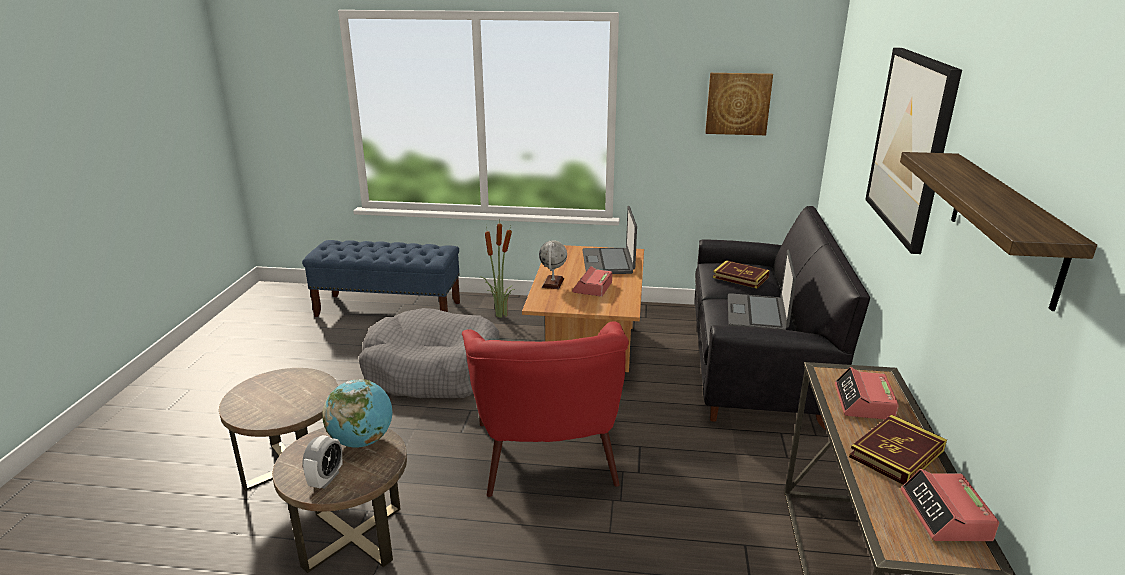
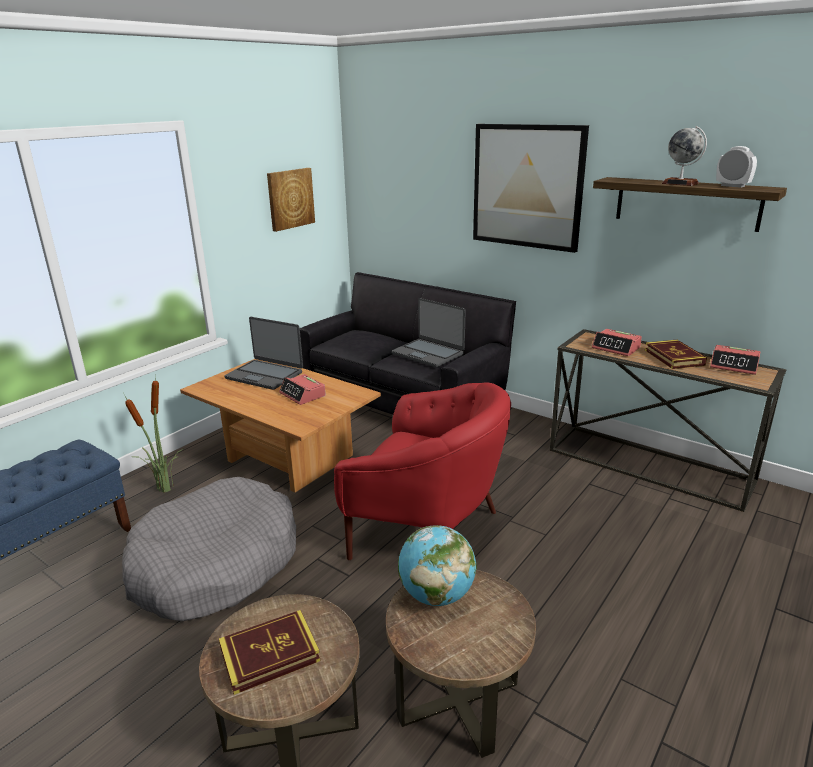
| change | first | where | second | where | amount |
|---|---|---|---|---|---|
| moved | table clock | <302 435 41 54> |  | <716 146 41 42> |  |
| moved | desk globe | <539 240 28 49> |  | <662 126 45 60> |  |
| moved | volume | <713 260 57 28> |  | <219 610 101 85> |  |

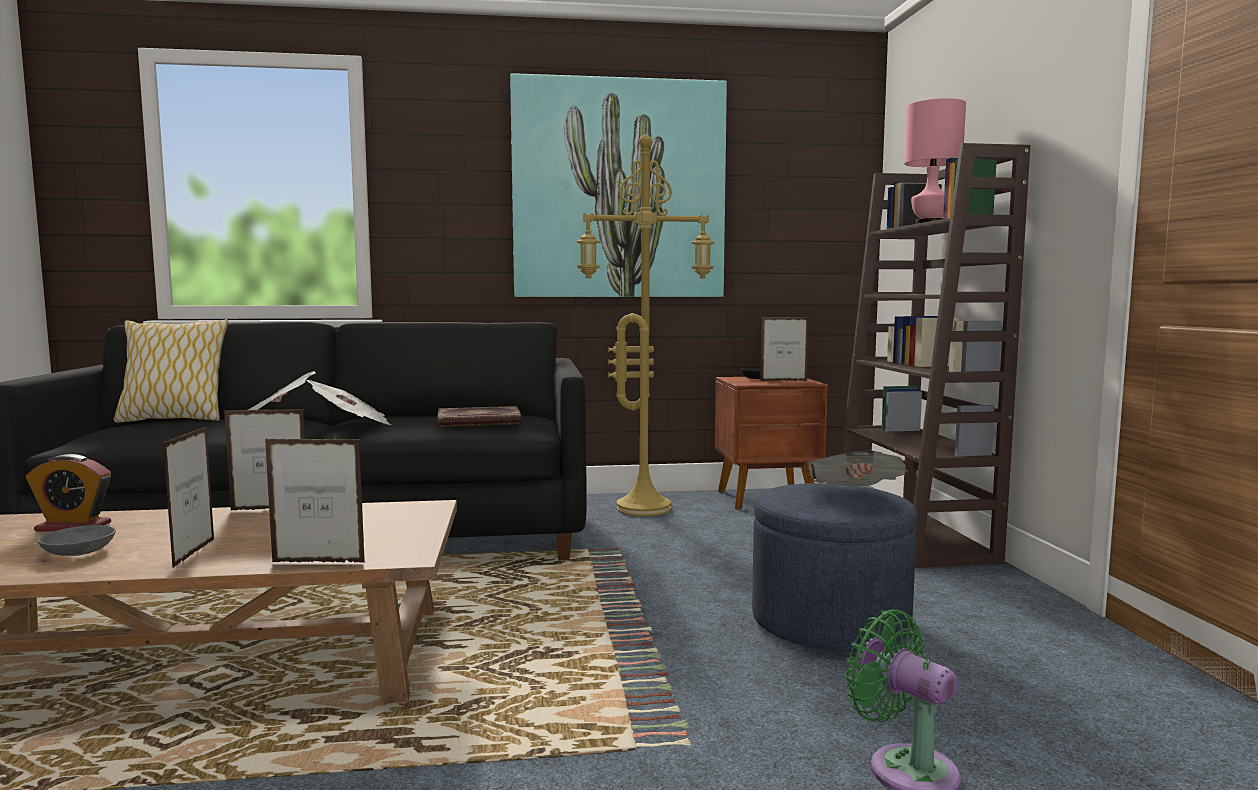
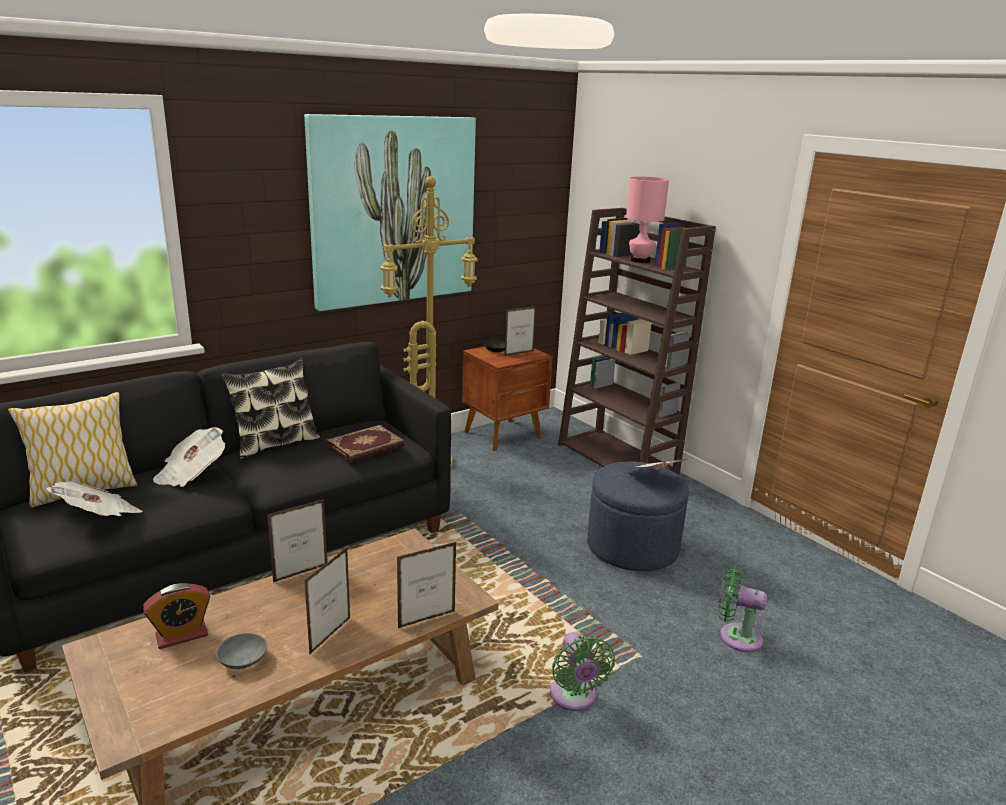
| change | first | where | second | where | amount |
|---|---|---|---|---|---|
| added |  |  | throw pillow | <221 358 99 102> |  |
| added |  |  | greenish electric fan | <550 632 65 79> |  |
| moved | daily paper | <306 380 85 45> |  | <46 481 96 35> |  |
| turned | standing frame | <163 427 51 141> |  | <304 548 46 106> | 120 degrees counterclockwise |

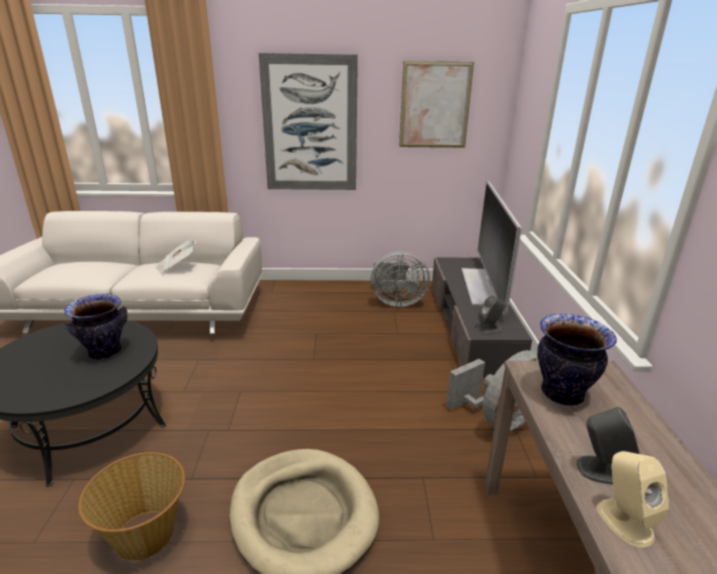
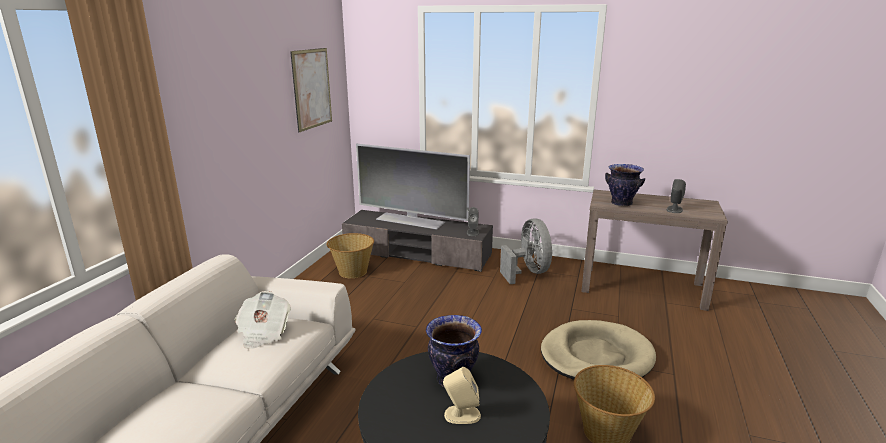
| change | first | where | second | where | amount |
|---|---|---|---|---|---|
| removed | wall art | <259 53 99 137> |  |  |  |
| moved | beige loudspeaker | <597 451 72 97> |  | <443 367 38 57> |  |
| replaced | grey electric fan | <371 251 59 56> | household basket | <327 233 47 45> |  |

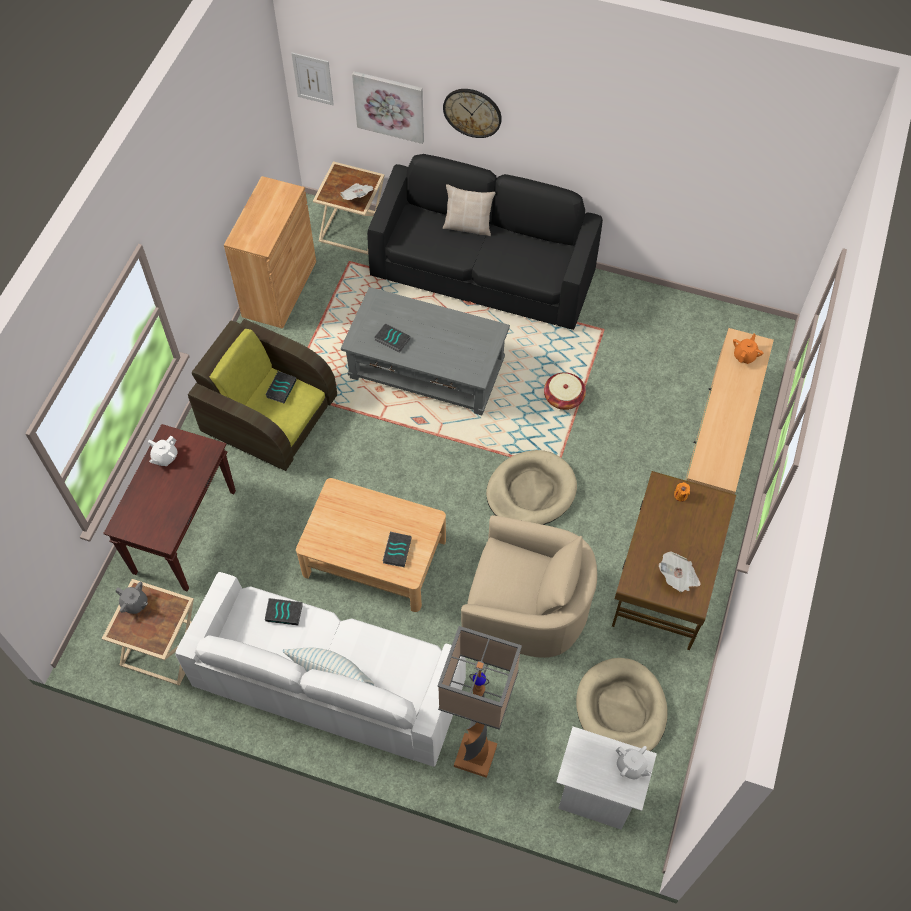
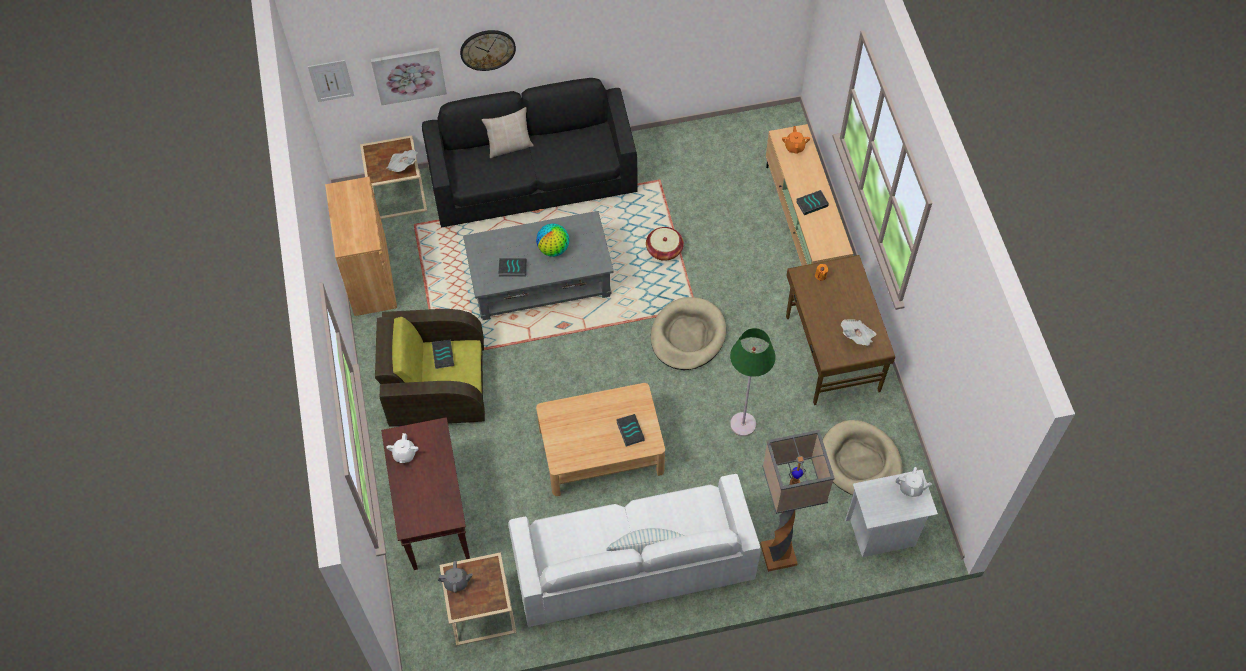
| change | first | where | second | where | amount |
|---|---|---|---|---|---|
| added |  |  | desk globe | <536 223 33 34> |  |
| moved | volume | <265 598 38 27> |  | <796 190 33 25> |  |
| replaced | beige lounge chair | <461 515 136 143> | greenish standard lamp | <730 328 46 108> |  |

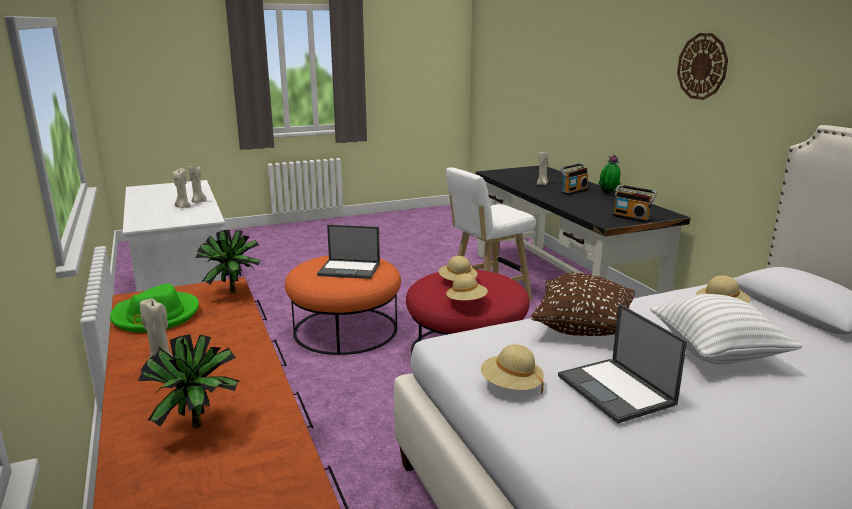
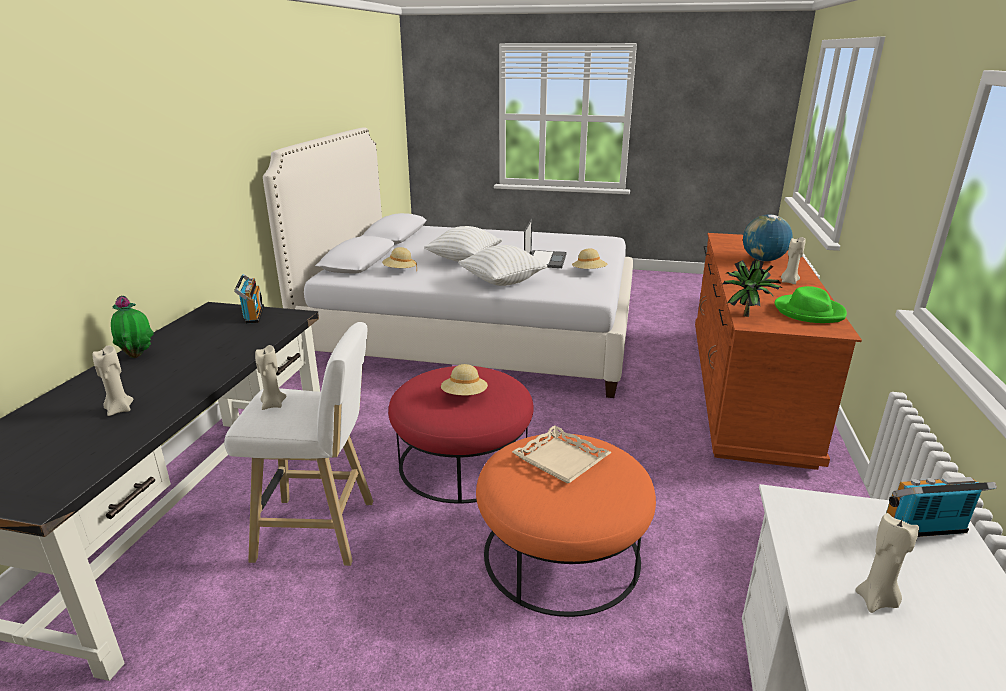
| change | first | where | second | where | amount |
|---|---|---|---|---|---|
| removed | beige wearable hat | <446 274 42 26> |  |  |  |
| removed | hanging clock | <677 33 51 67> |  |  |  |
| moved | beige wax candle | <188 166 19 37> |  | <255 345 31 65> |  |
| moved | radio receiver | <560 163 28 32> |  | <886 477 111 60> |  |
| replaced | potted plant | <138 335 102 93> | desk globe | <743 215 50 46> |  |
| replaced | laptop | <317 225 63 54> | beige carrying tray | <512 425 100 59> |  |
| recoloured | brown-coloured throw pillow | <531 273 104 63> | white throw pillow | <458 245 89 41> |  |

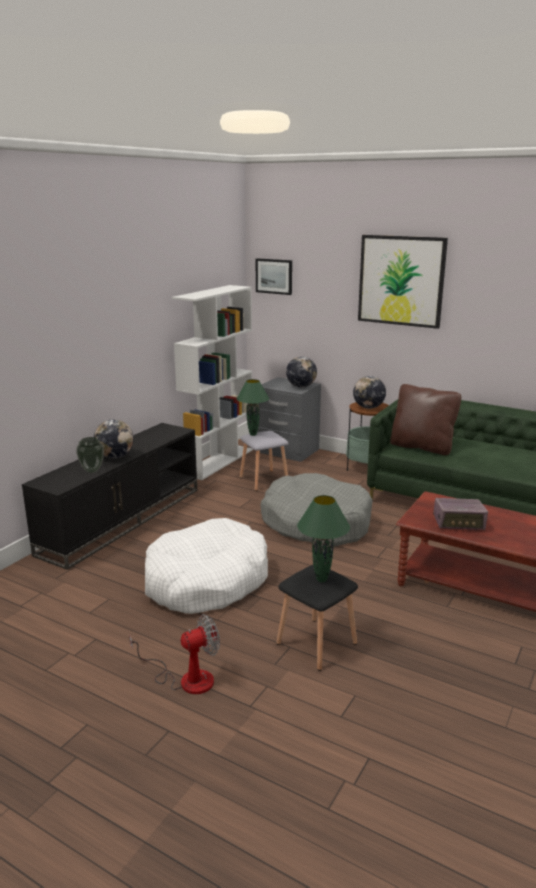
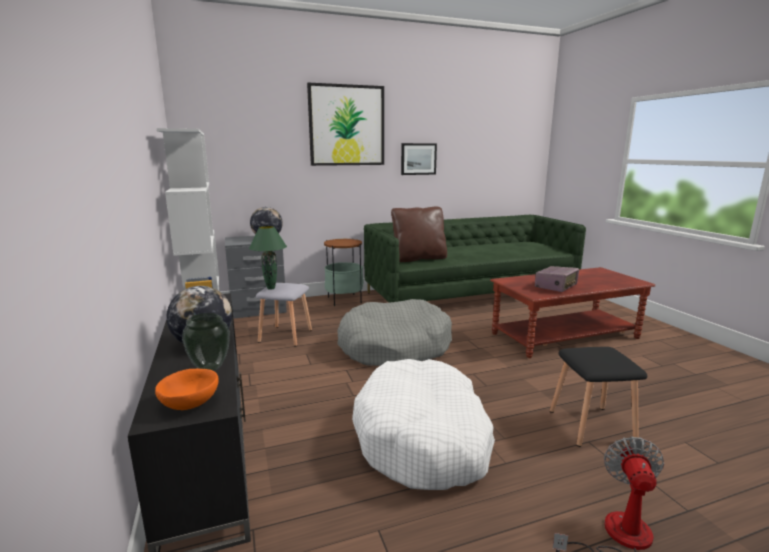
| change | first | where | second | where | amount |
|---|---|---|---|---|---|
| removed | greenish table lamp | <297 495 53 87> |  |  |  |
| removed | desk globe | <353 376 33 33> |  |  |  |
| added |  |  | orangey serving bowl | <155 369 64 41> |  |
| moved | wall art | <256 258 36 37> |  | <401 143 36 32> |  |

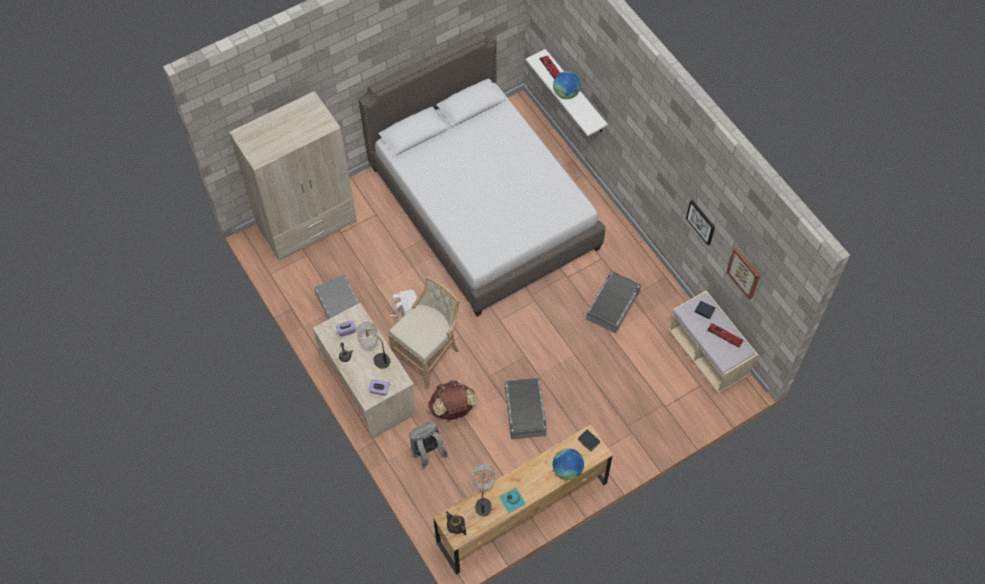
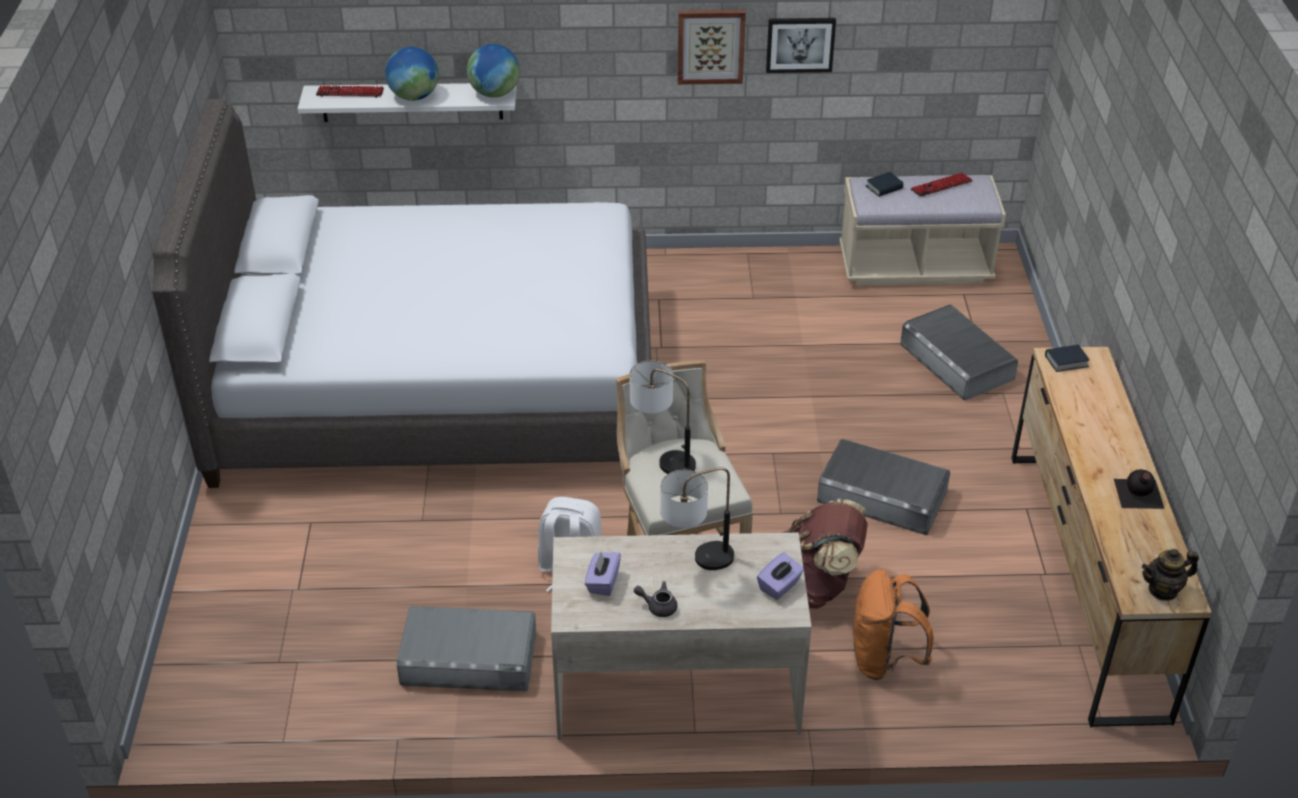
| change | first | where | second | where | amount |
|---|---|---|---|---|---|
| removed | beige clothes cupboard | <229 91 128 171> |  |  |  |
| moved | table lamp | <473 464 22 52> |  | <629 360 67 114> |  |
| moved | desk globe | <553 448 31 32> |  | <467 44 53 54> |  |
| moved | grey storage box | <586 272 55 61> |  | <900 304 118 97> |  |
| moved | wall art | <727 247 33 53> |  | <678 10 68 75> |  |
| recoloured | grey rucksack | <409 422 39 46> | orangey rucksack | <852 569 82 111> |  |
| recoloured | blue-green beverage bottle | <499 488 27 25> | black beverage bottle | <1114 469 50 40> |  |

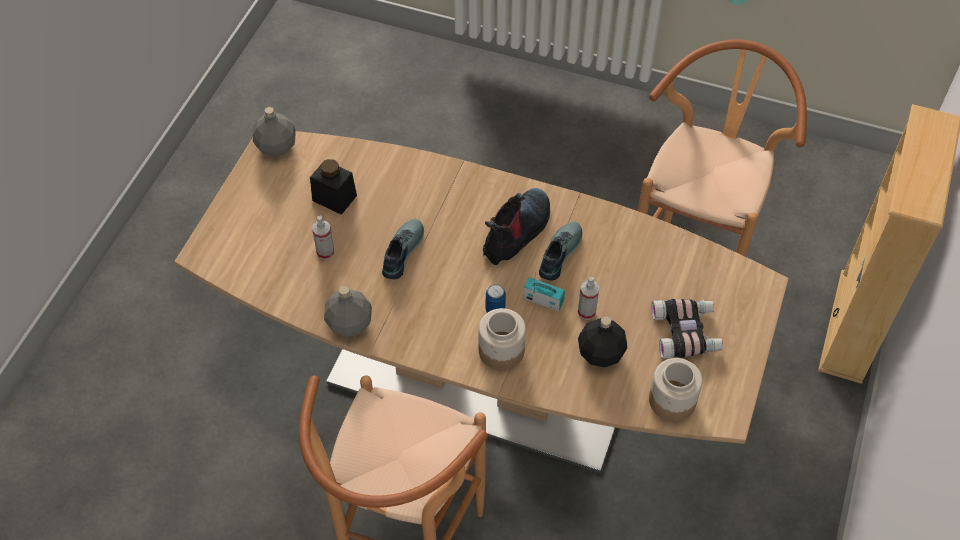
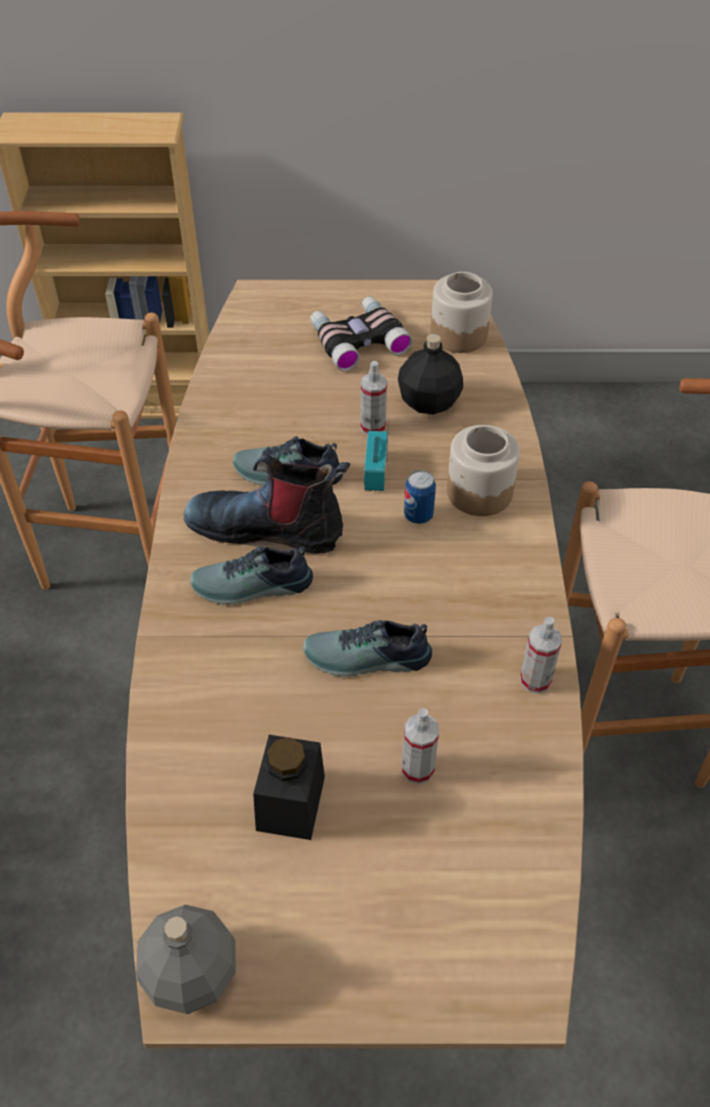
| change | first | where | second | where | amount |
|---|---|---|---|---|---|
| added |  |  | item of footwear | <190 547 123 58> |  |
| replaced | grey beverage bottle | <324 286 48 51> | hand sprayer | <520 617 42 77> |  |

